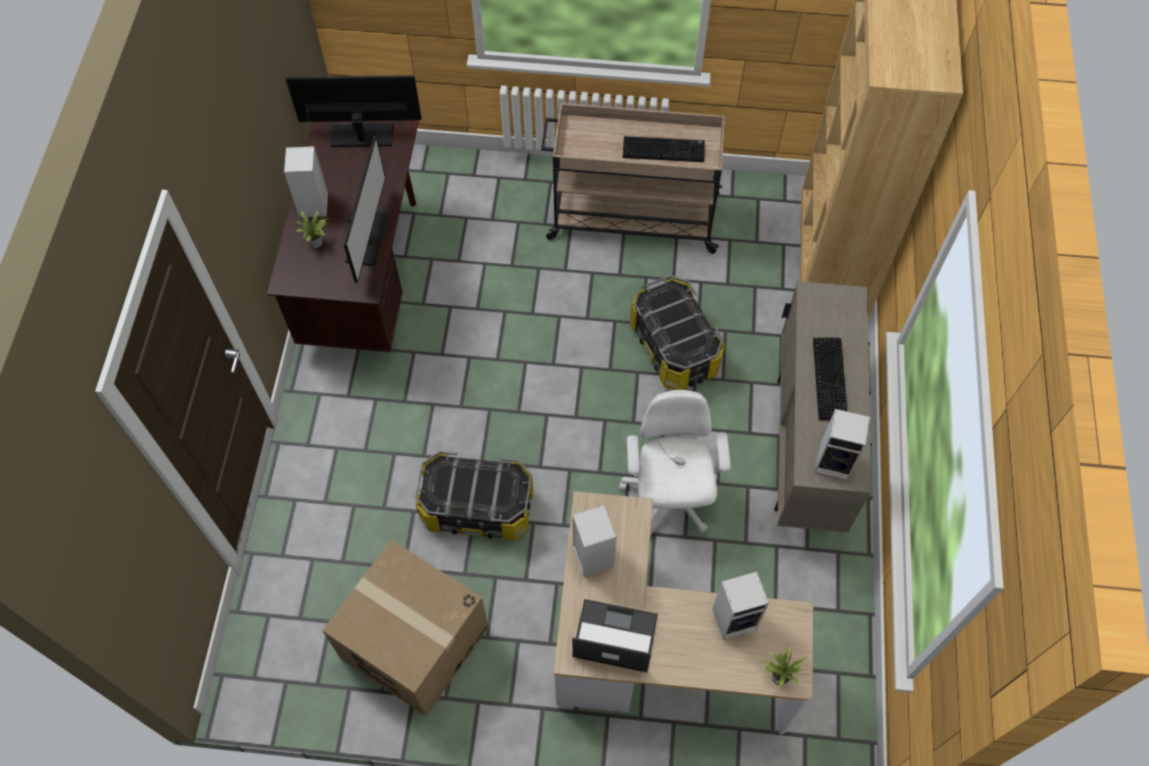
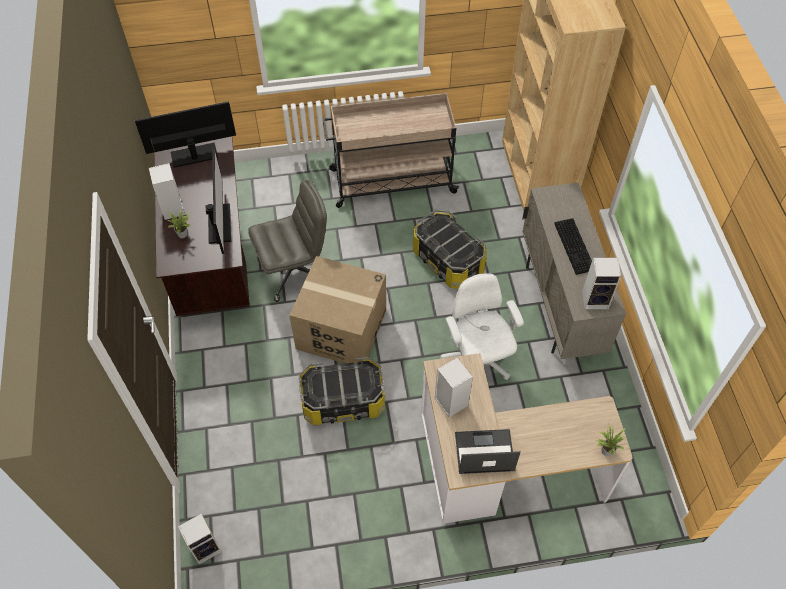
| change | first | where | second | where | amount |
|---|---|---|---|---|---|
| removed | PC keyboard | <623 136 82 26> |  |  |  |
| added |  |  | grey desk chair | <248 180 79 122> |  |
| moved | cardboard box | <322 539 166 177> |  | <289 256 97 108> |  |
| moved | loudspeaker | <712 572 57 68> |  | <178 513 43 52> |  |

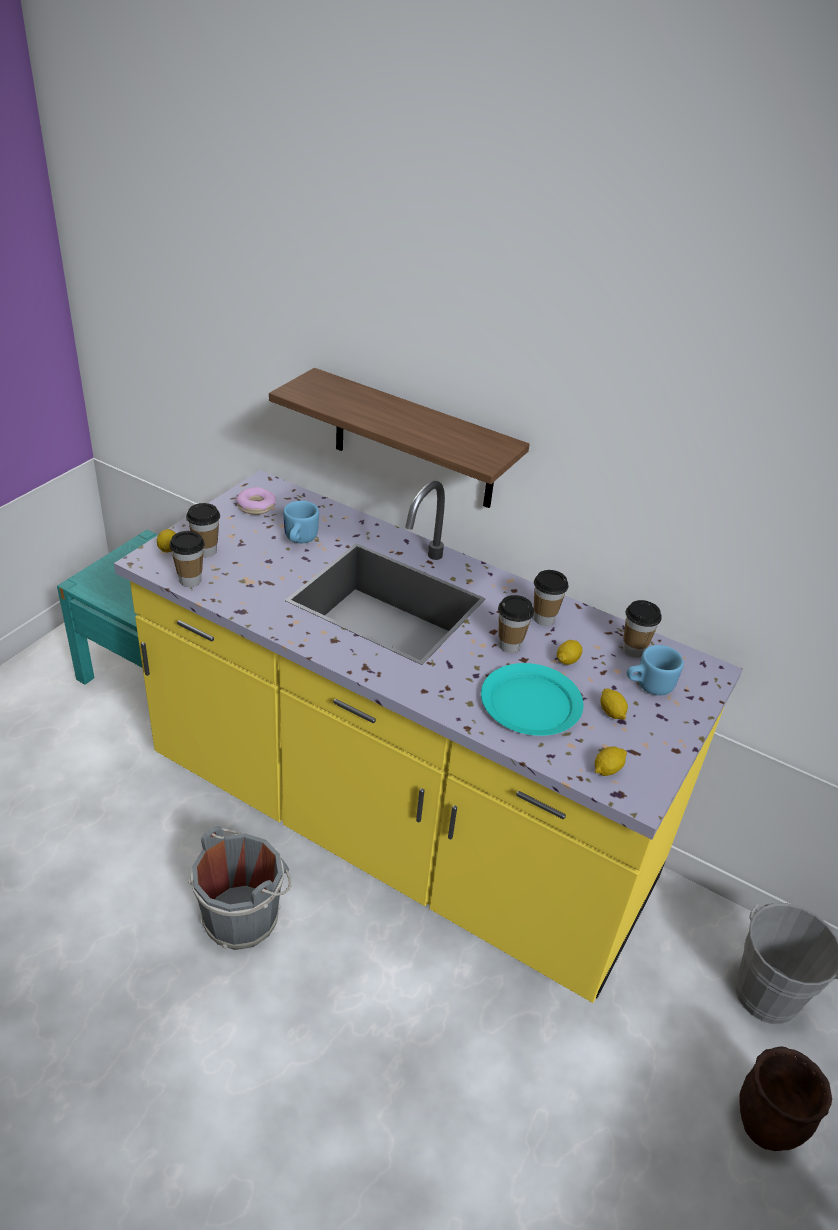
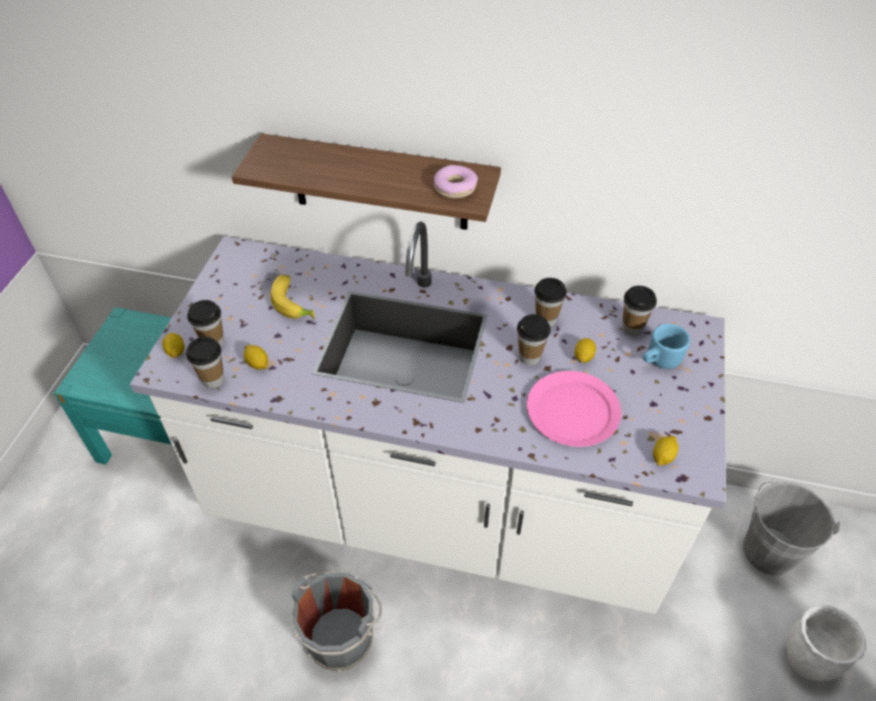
| change | first | where | second | where | amount |
|---|---|---|---|---|---|
| moved | donut | <236 487 40 28> |  | <434 165 44 33> |  |
| moved | lemon | <600 688 28 32> |  | <244 345 24 25> |  |
| replaced | blue-coloured coffee mug | <283 501 36 42> | banana fruit | <270 275 45 44> |  |
| recoloured | yellowish kitchen base unit | <114 470 629 533> | white kitchen base unit | <130 222 596 392> |  |
| recoloured | blue-green dinner plate | <481 663 103 73> | pink-coloured dinner plate | <527 371 94 76> |  |
| recoloured | brown-coloured planter | <739 1046 93 105> | white planter | <787 605 79 76> |  |

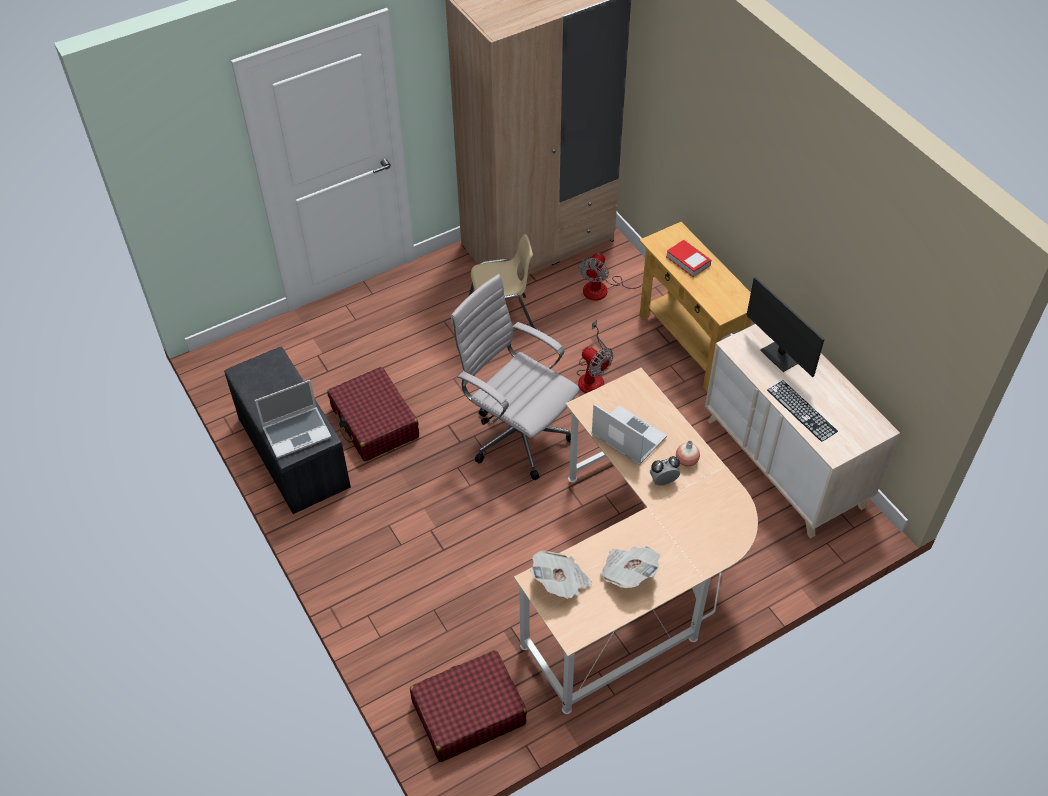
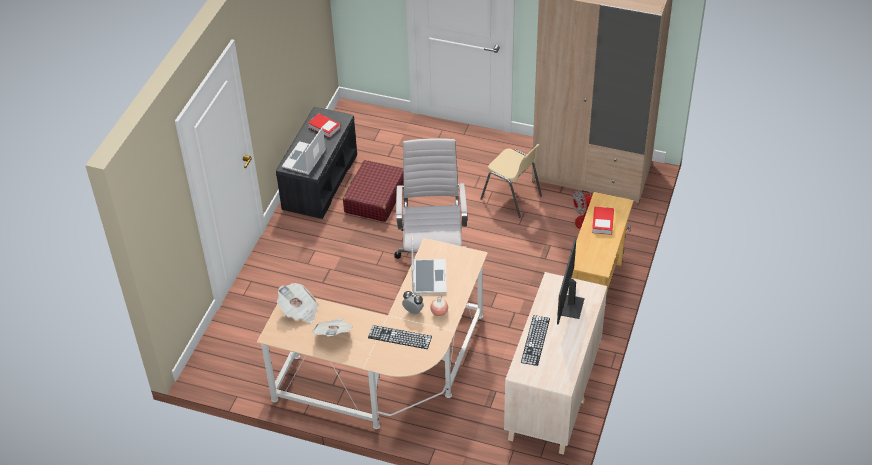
| change | first | where | second | where | amount |
|---|---|---|---|---|---|
| removed | red-coloured suitcase | <410 650 117 112> |  |  |  |
| removed | electric fan | <577 320 36 73> |  |  |  |
| added |  |  | volume | <308 113 33 25> |  |
| added |  |  | PC keyboard | <368 325 64 24> |  |
| turned | laptop | <255 380 76 79> |  | <282 127 44 48> | 90 degrees clockwise |

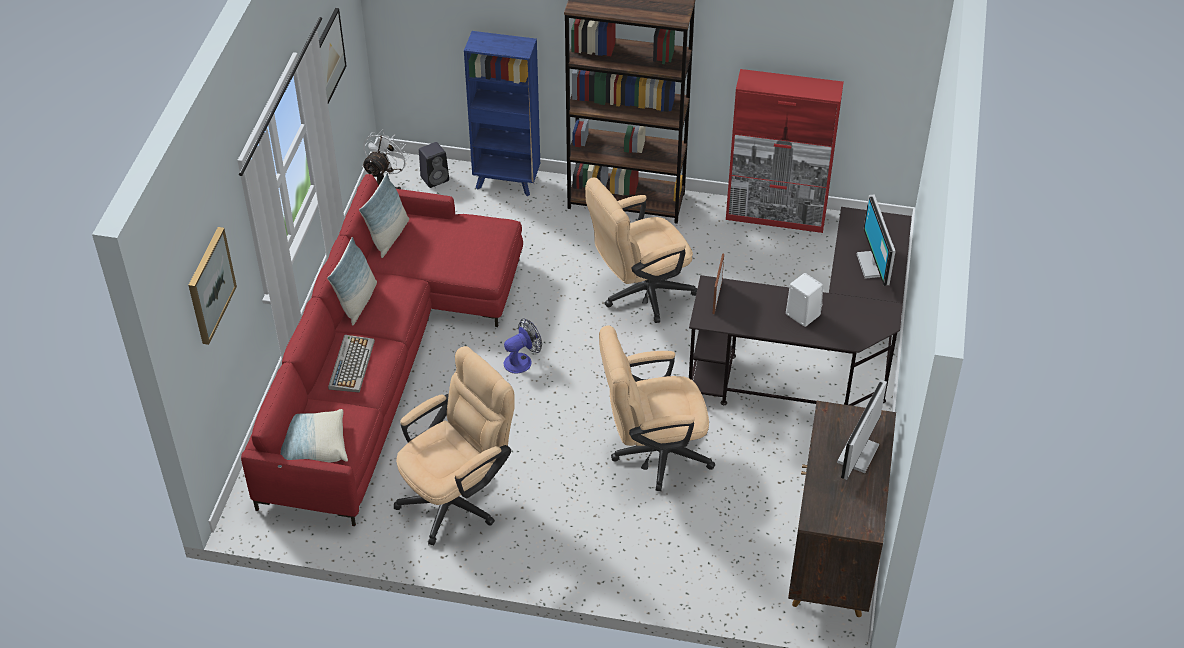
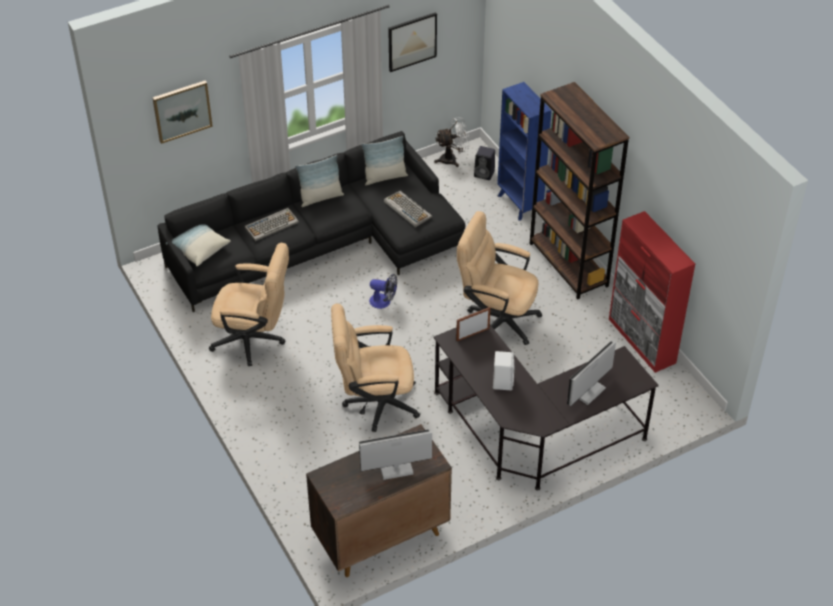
| change | first | where | second | where | amount |
|---|---|---|---|---|---|
| added |  |  | PC keyboard | <384 191 48 36> |  |
| recoloured | red-coloured sofa | <241 174 282 352> | black sofa | <157 131 308 181> |  |
| turned | beige desk chair | <599 325 116 166> |  | <331 303 89 129> | 45 degrees counterclockwise |

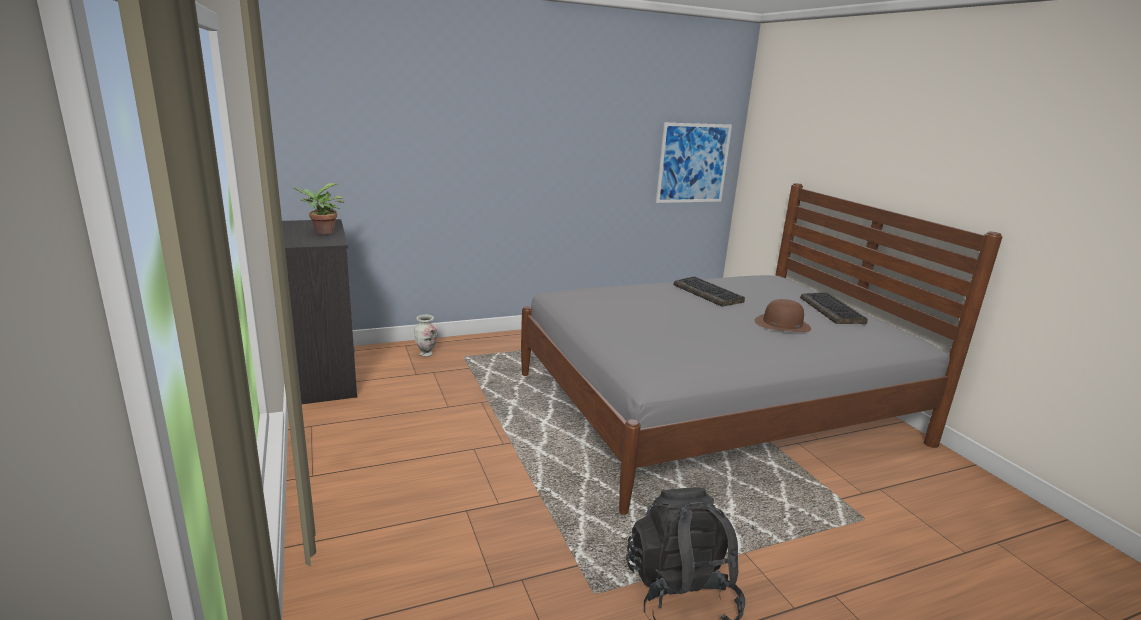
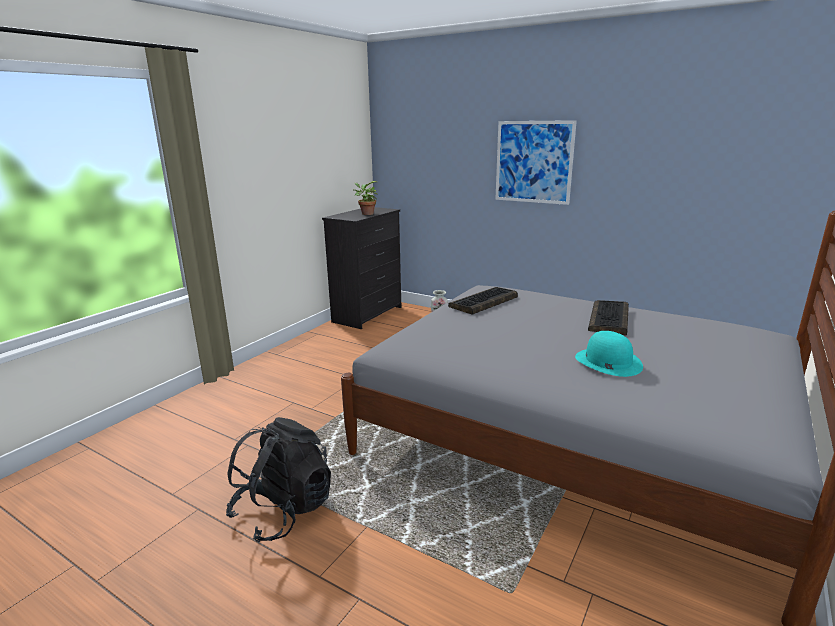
| change | first | where | second | where | amount |
|---|---|---|---|---|---|
| moved | wall art | <656 123 76 80> |  | <495 120 82 85> |  |
| moved | PC keyboard | <800 293 68 31> |  | <448 287 70 27> |  |
| recoloured | brown-coloured wearable hat | <754 299 57 33> | blue-green wearable hat | <575 331 68 46> |  |

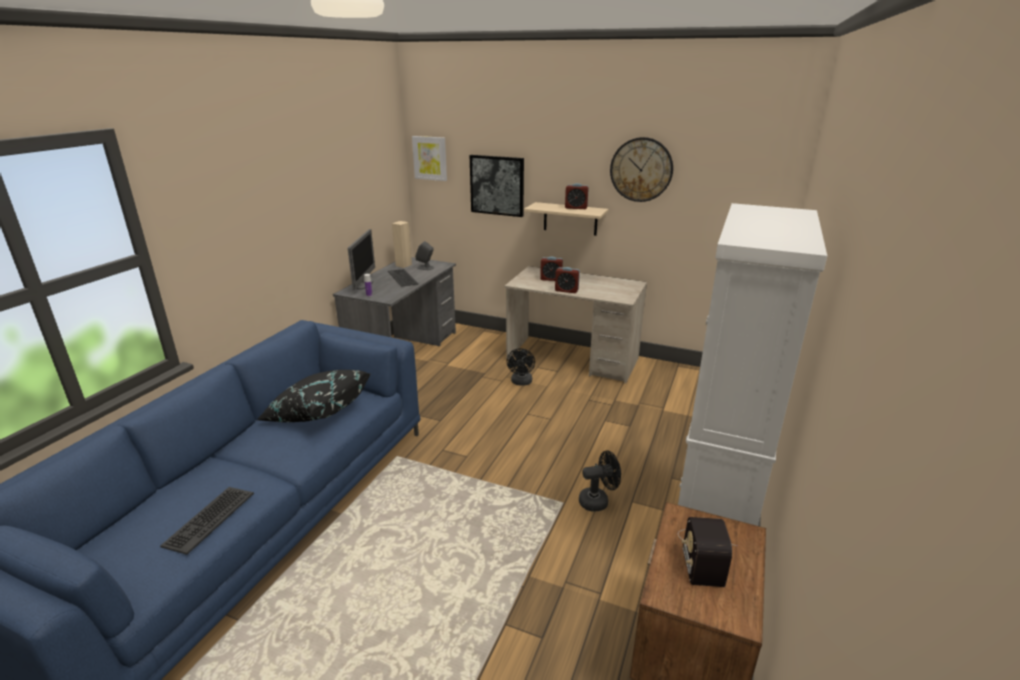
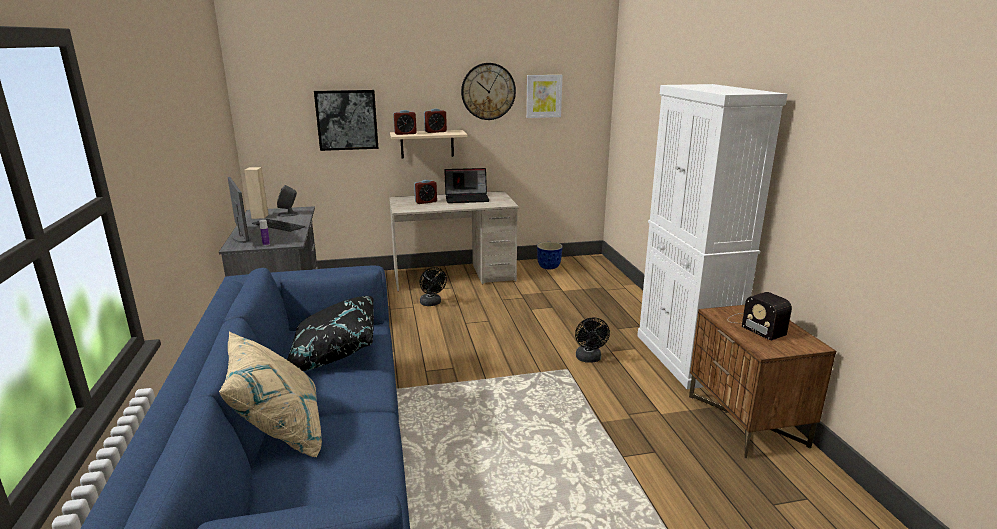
| change | first | where | second | where | amount |
|---|---|---|---|---|---|
| removed | PC keyboard | <160 487 94 68> |  |  |  |
| added |  |  | beige throw pillow | <219 331 103 127> |  |
| added |  |  | laptop | <444 168 45 35> |  |
| added |  |  | planter | <537 242 26 27> |  |
| moved | wall art | <412 136 35 45> |  | <526 75 37 43> |  |
| moved | table clock | <555 267 25 26> |  | <393 110 24 25> |  |
| turned | black electric fan | <579 450 42 62> |  | <575 317 35 46> | 135 degrees clockwise |

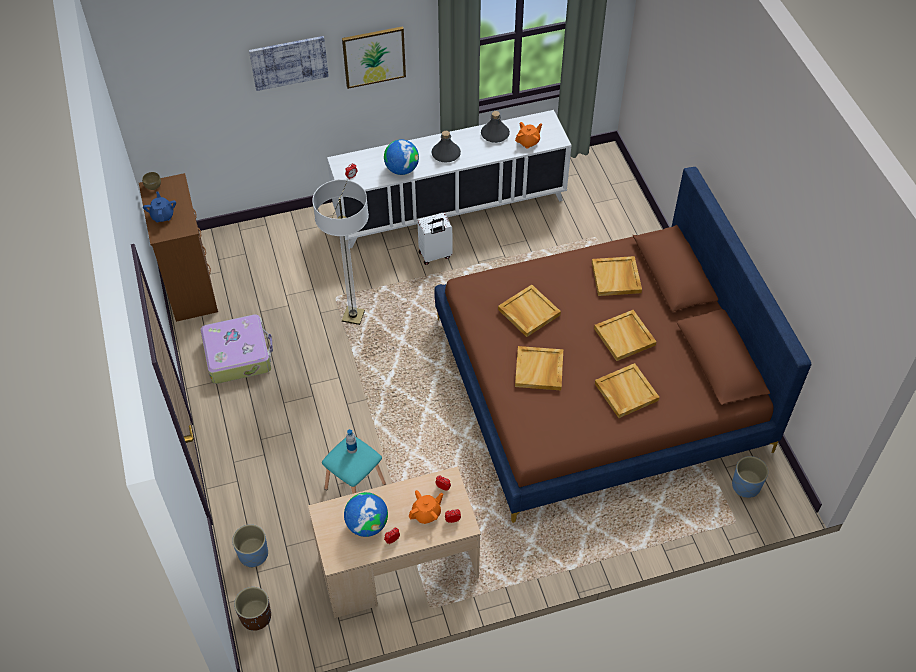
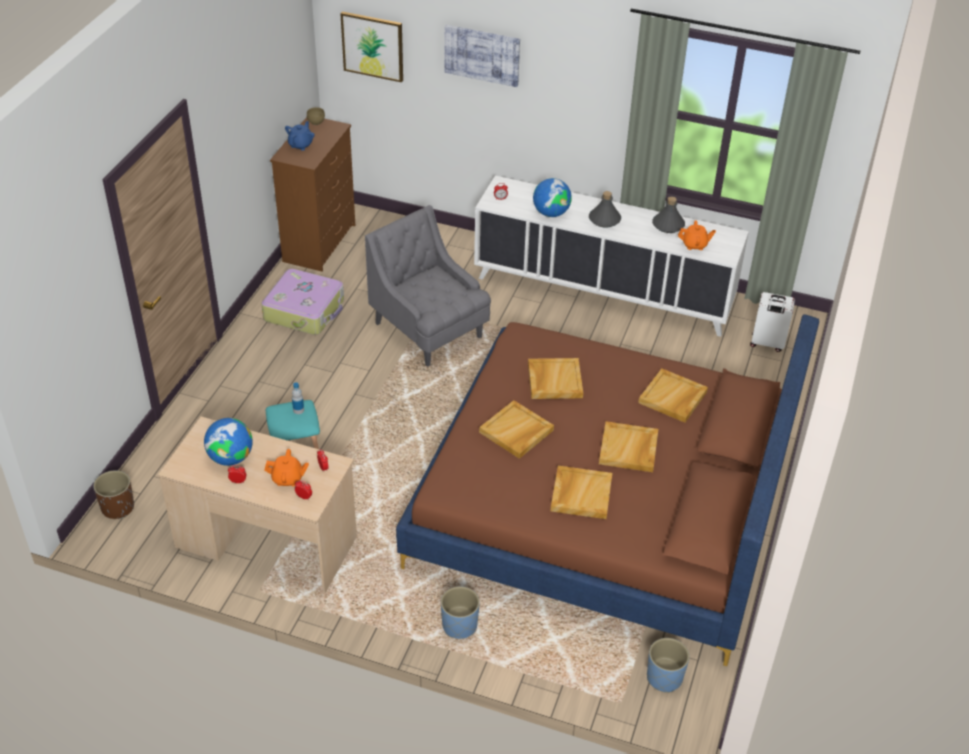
| change | first | where | second | where | amount |
|---|---|---|---|---|---|
| moved | blue-coloured planter | <232 524 36 44> |  | <441 586 39 53> |  |
| moved | wall art | <342 26 64 63> |  | <340 12 63 70> |  |
| moved | white suitcase | <417 212 36 53> |  | <750 292 45 60> |  |
| replaced | standard lamp | <312 179 57 146> | grey lounge chair | <365 205 126 162> |  |

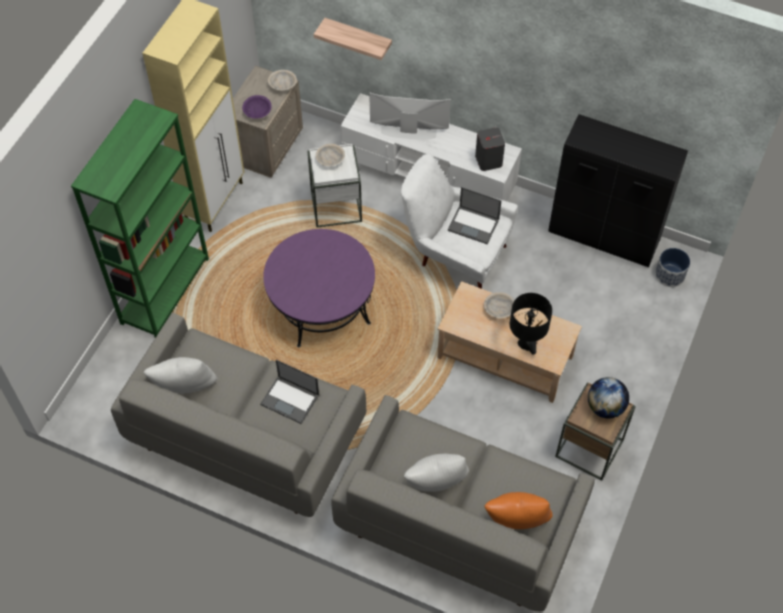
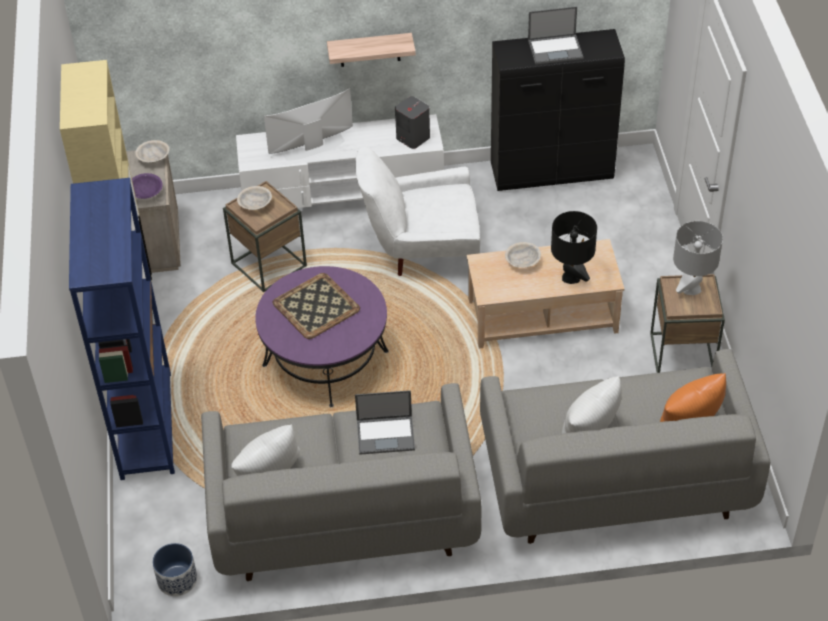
| change | first | where | second | where | amount |
|---|---|---|---|---|---|
| added |  |  | carrying tray | <273 273 87 66> |  |
| moved | shelf | <314 18 78 42> |  | <327 33 89 34> |  |
| moved | laptop | <448 187 53 57> |  | <528 6 56 59> |  |
| moved | planter | <655 248 35 39> |  | <152 543 45 53> |  |
| replaced | desk globe | <588 377 41 41> | grey table lamp | <673 221 50 74> |  |
| recoloured | greenish shelving unit | <71 99 138 239> | blue-coloured shelving unit | <69 178 106 302> |  |
| recoloured | white side table | <307 144 55 84> | brown-coloured side table | <223 181 84 111> |  |

